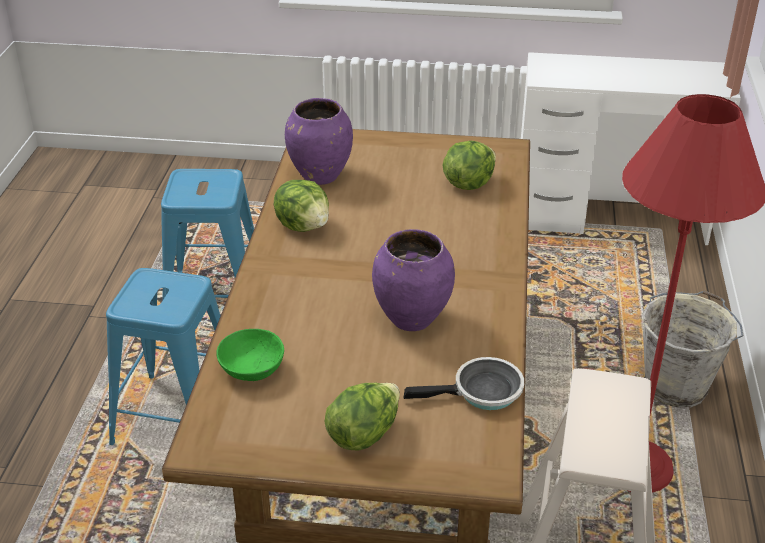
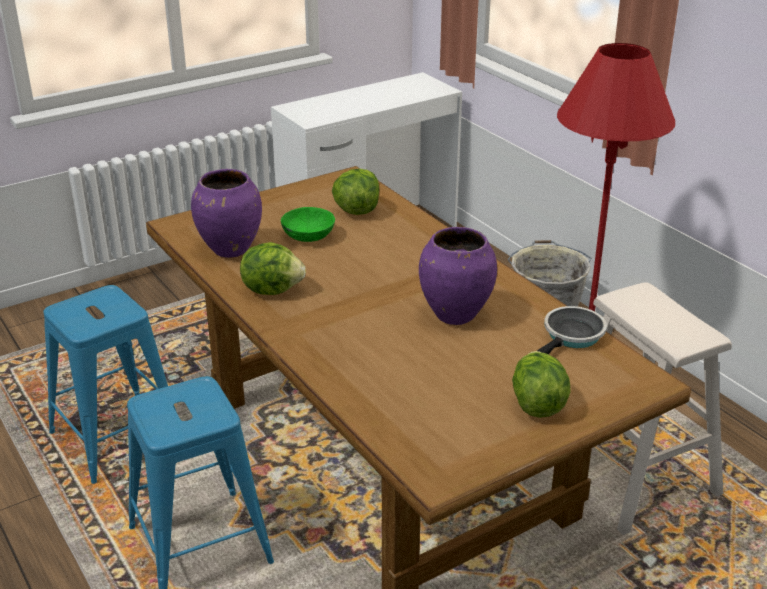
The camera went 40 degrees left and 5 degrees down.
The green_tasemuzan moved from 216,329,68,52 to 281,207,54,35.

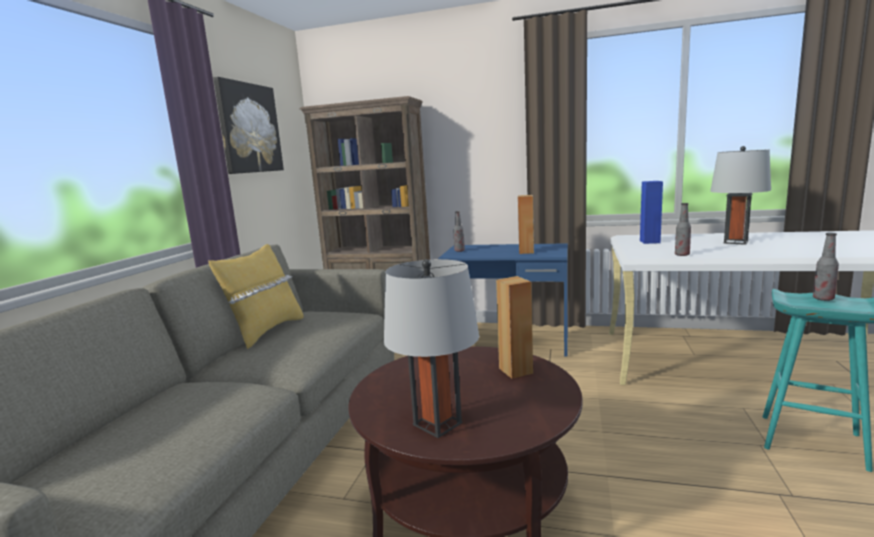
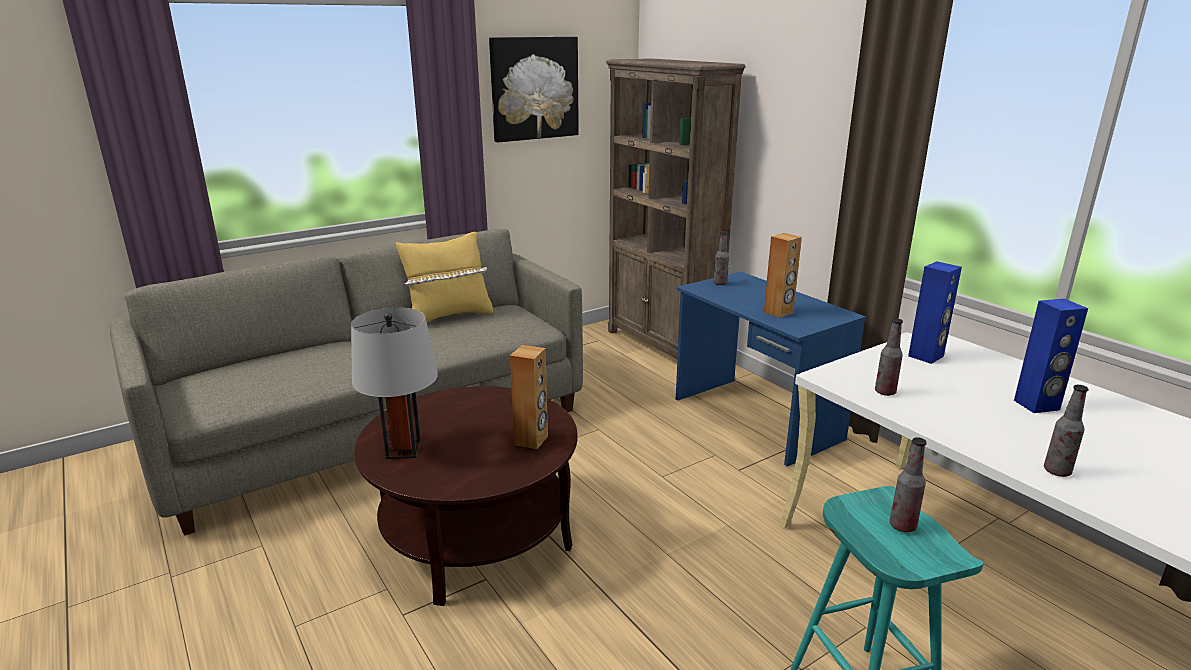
The camera went 40 degrees right and 10 degrees up.
The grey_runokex at 710,146,61,99 was replaced by the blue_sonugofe at 1014,299,74,114.
The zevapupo at 1044,385,45,92 appeared.

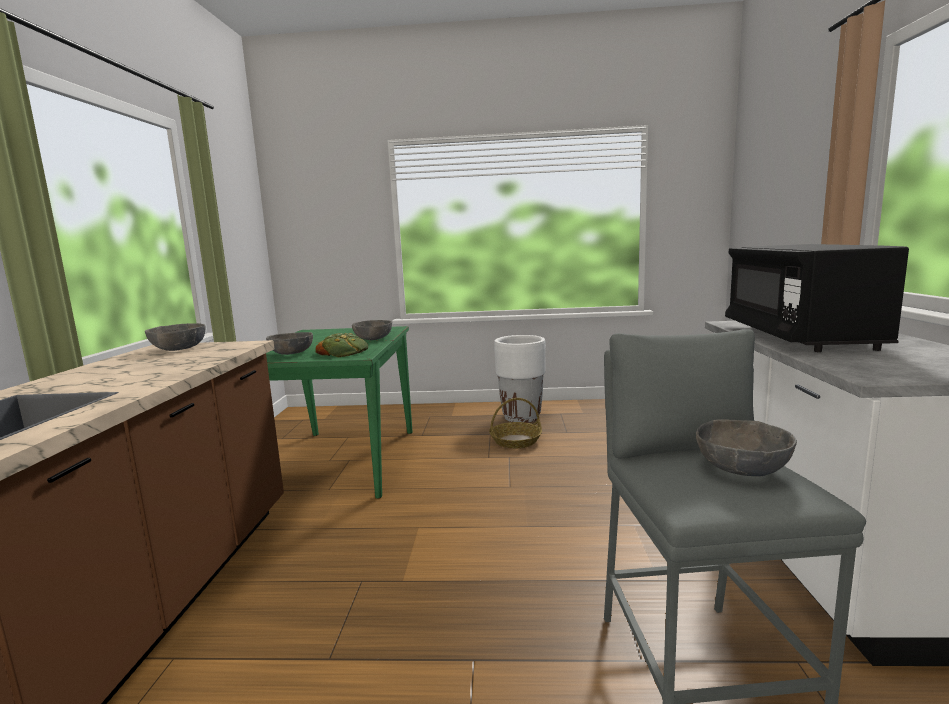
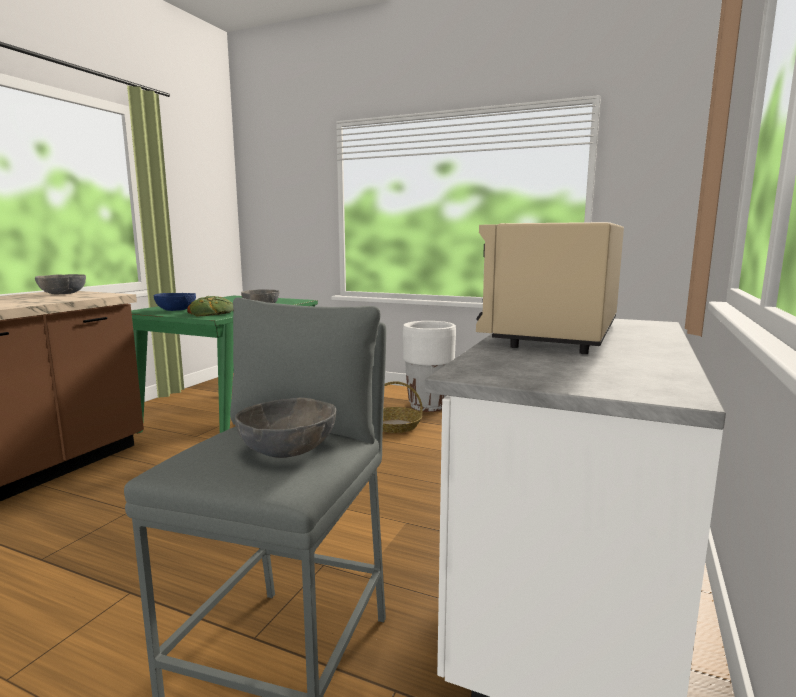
The camera went 20 degrees right and 0 degrees up.
The grey_tasemuzan at 266,332,47,23 became the blue_tasemuzan at 154,293,42,18.
The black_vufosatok at 725,244,184,108 became the beige_vufosatok at 476,222,148,132.

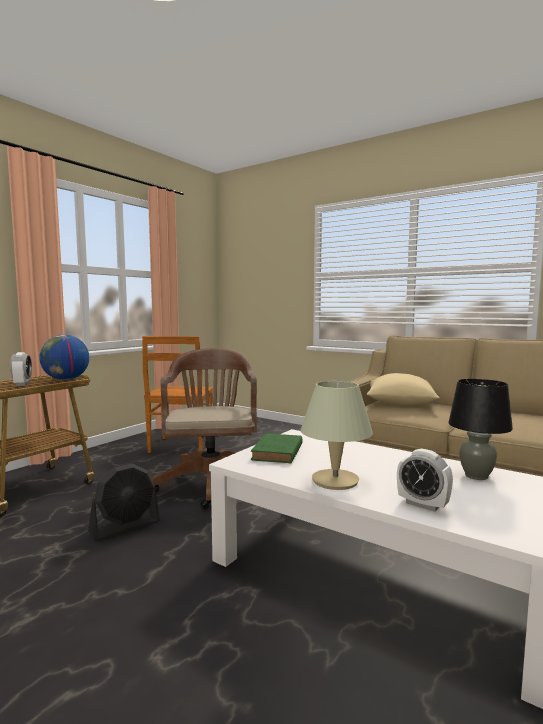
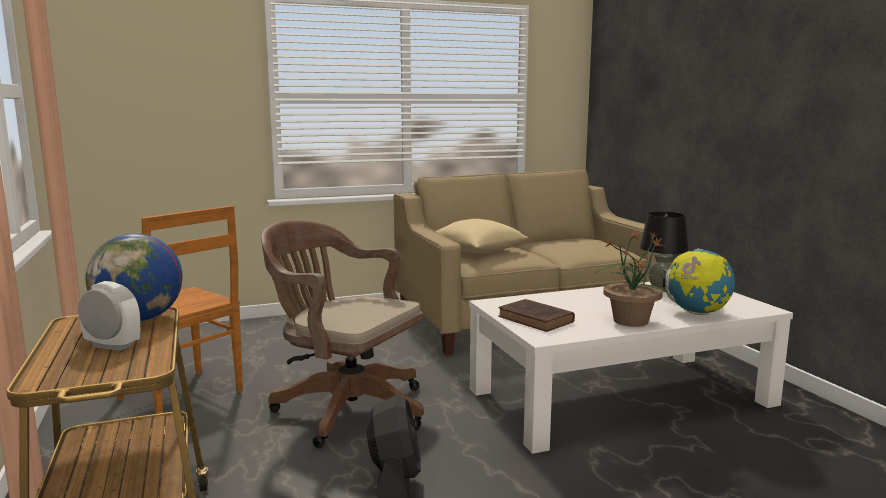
The camera went 55 degrees left and 5 degrees up.
The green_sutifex at 251,433,52,30 became the brown_sutifex at 498,299,77,33.
The beige_runokex at 301,381,72,109 was replaced by the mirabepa at 597,230,70,97.
The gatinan at 397,449,56,63 was replaced by the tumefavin at 663,249,72,66.

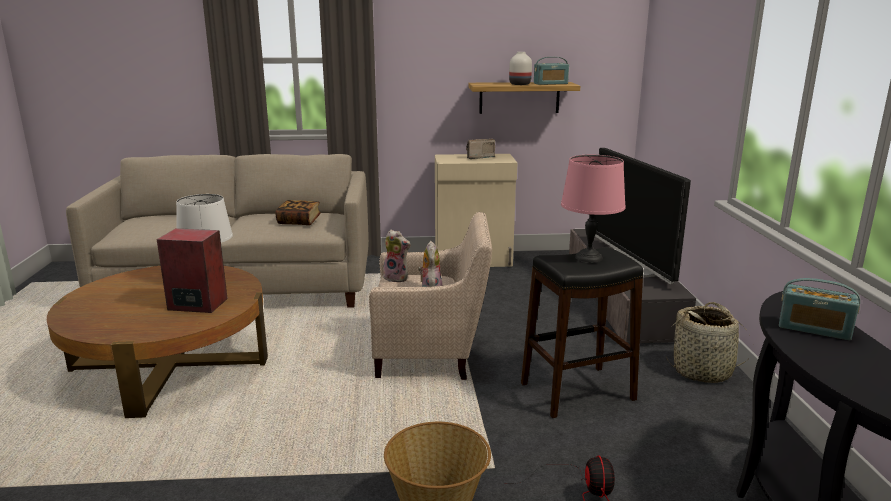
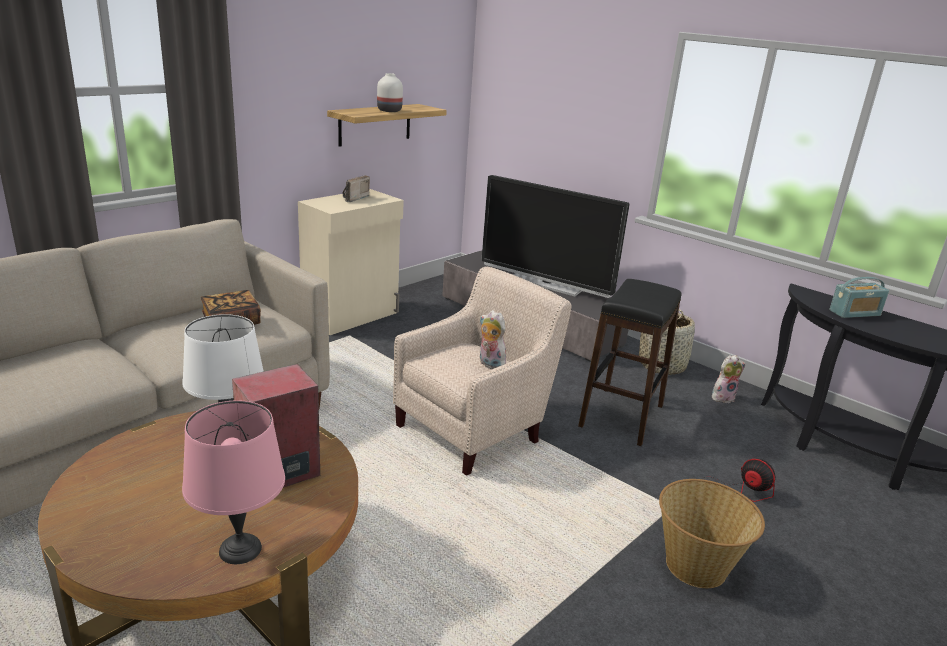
The camera went 45 degrees left and 5 degrees up.
The pink_runokex moved from 561,155,65,108 to 182,400,103,164.
The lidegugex moved from 383,230,28,53 to 712,355,34,48.
The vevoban at 534,57,35,28 disappeared.

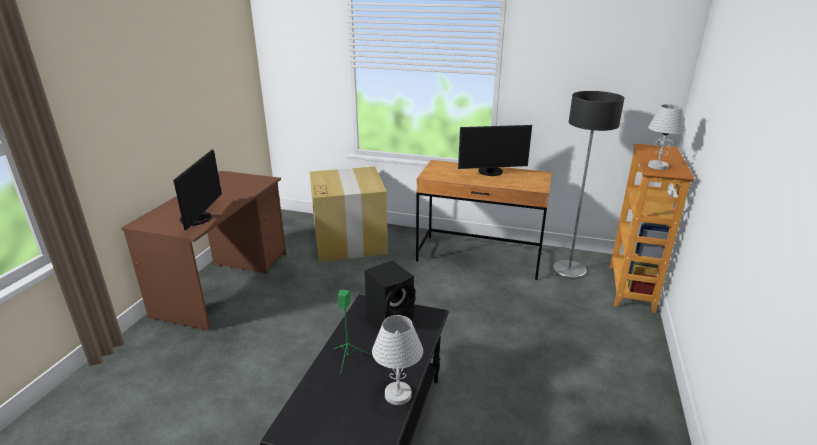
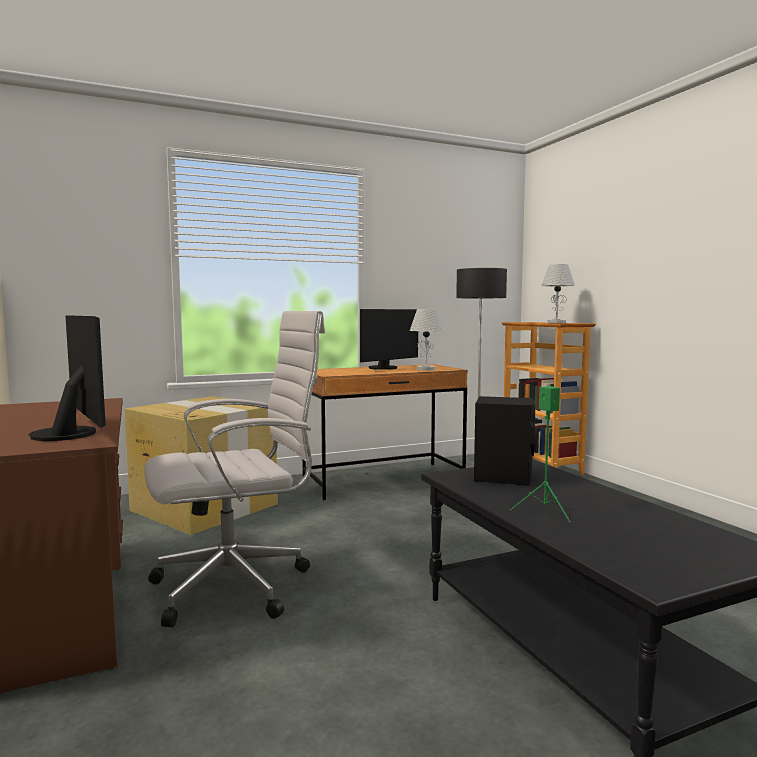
The camera went 40 degrees left and 20 degrees down.
The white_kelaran at 144,311,181,316 appeared.
The white_runokex moved from 372,315,51,90 to 410,309,33,62.

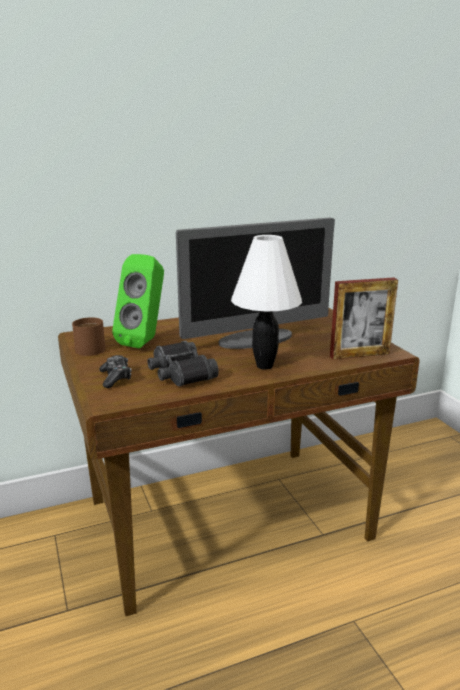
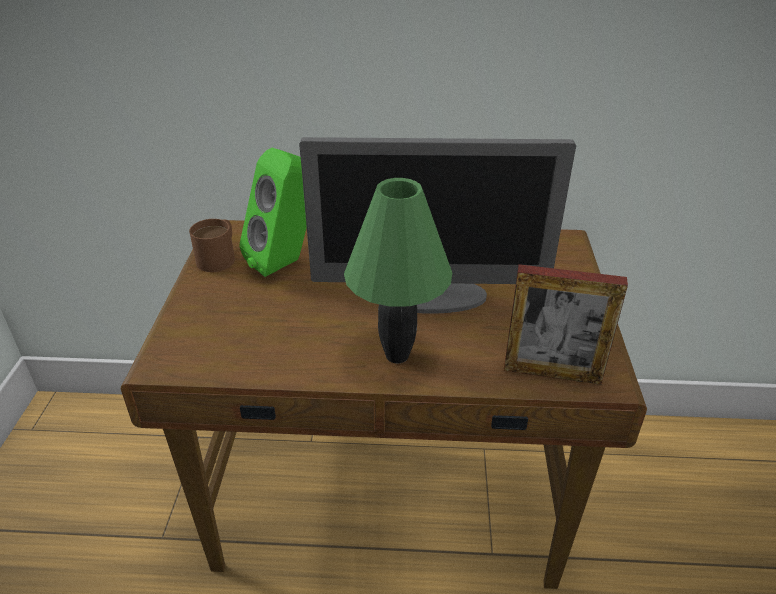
The camera went 25 degrees right and 15 degrees up.
The white_runokex at 231,235,71,135 became the green_runokex at 344,178,108,185.
The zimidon at 99,355,32,33 disappeared.
The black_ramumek at 147,340,72,46 disappeared.

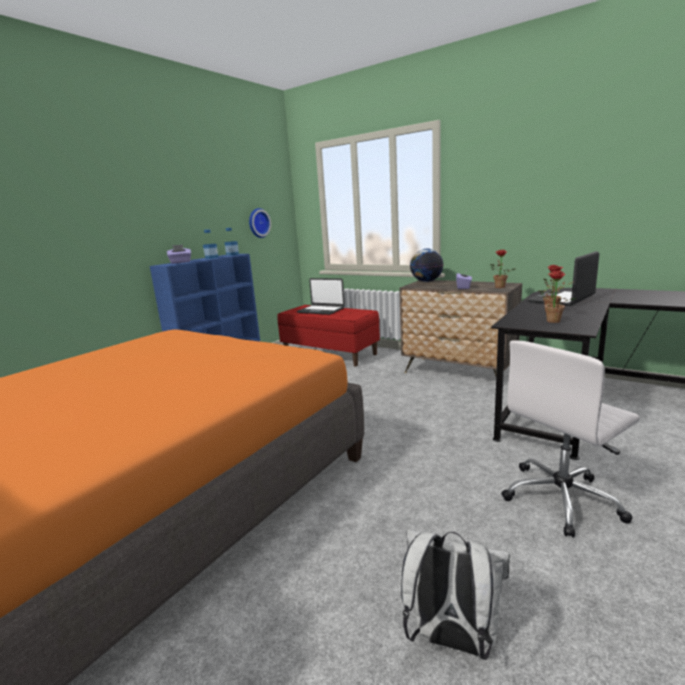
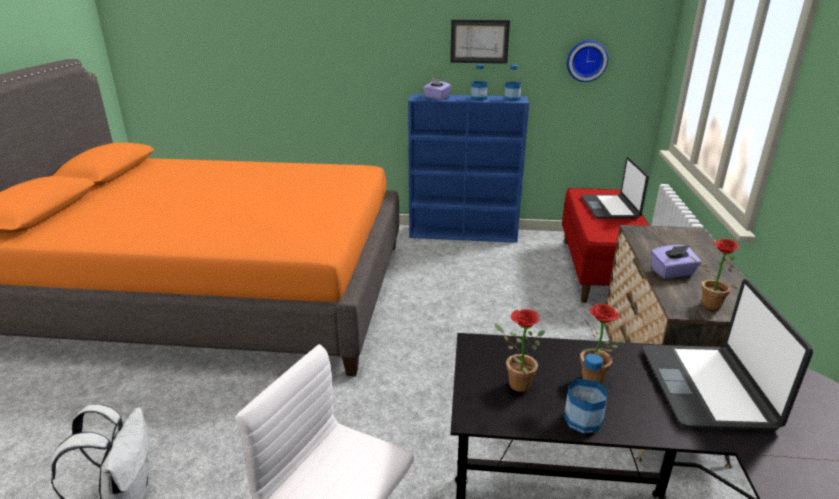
The camera went 60 degrees right and 10 degrees up.
The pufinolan at 450,20,60,44 appeared.
The zevapupo at 564,354,44,80 appeared.
The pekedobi at 527,251,72,55 turned 105 degrees counterclockwise.
The tumefavin at 410,249,34,33 disappeared.

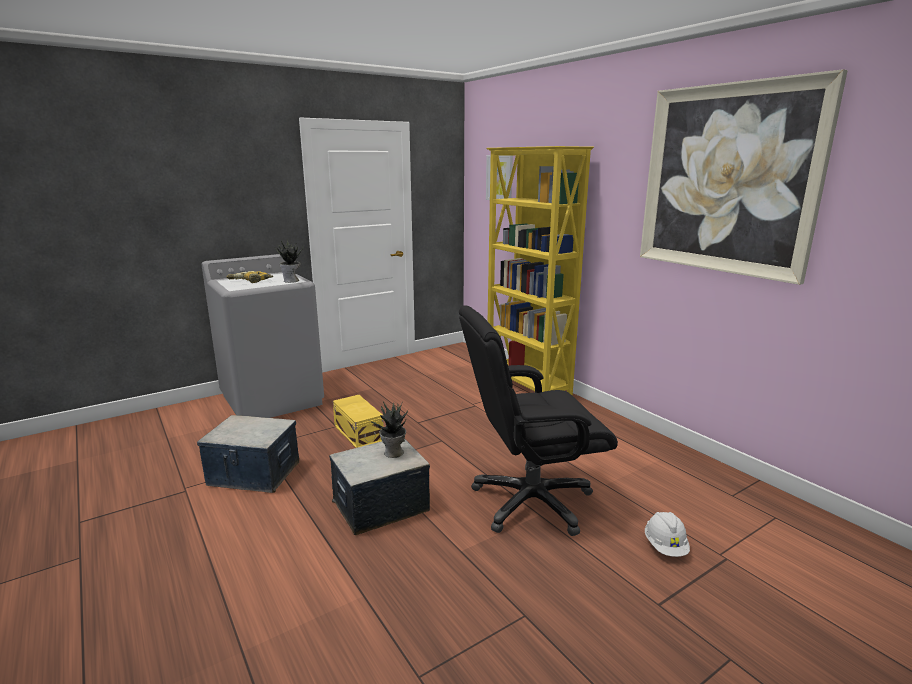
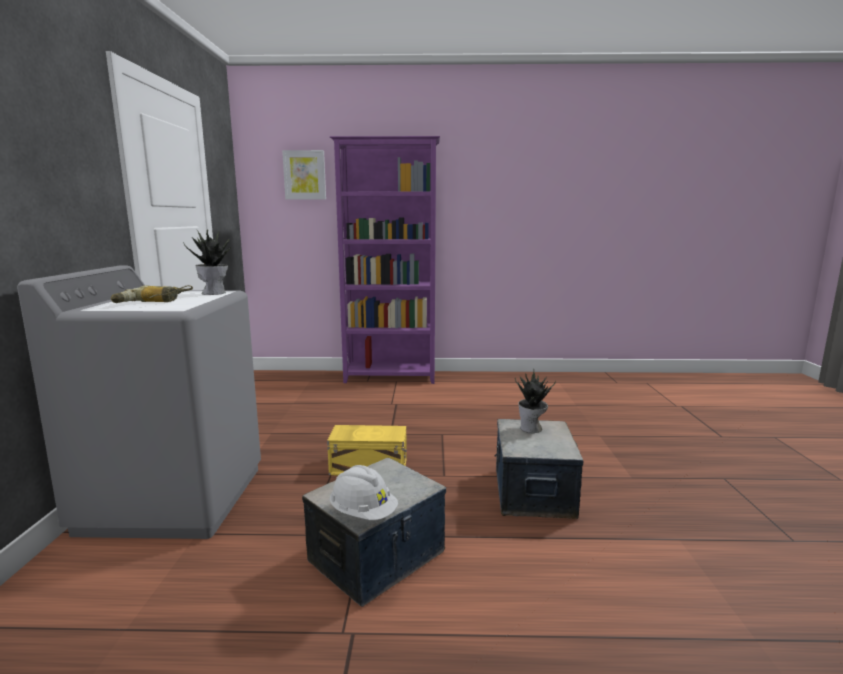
The camera went 55 degrees left and 5 degrees down.
The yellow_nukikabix at 486,146,108,249 became the purple_nukikabix at 330,136,110,248.
The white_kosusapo moved from 645,512,45,45 to 330,465,68,55.
The black_kelaran at 459,305,159,231 disappeared.
The pufinolan at 640,69,208,216 disappeared.

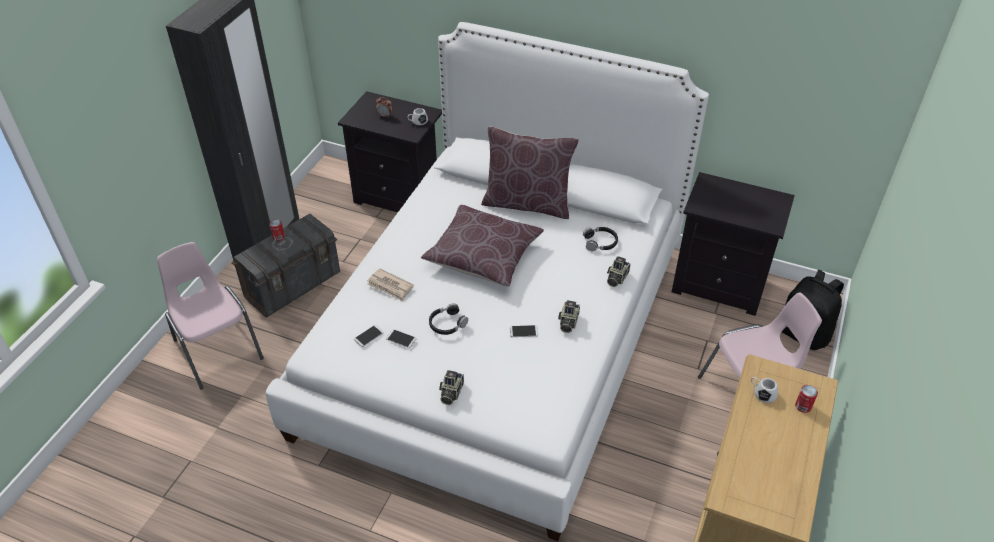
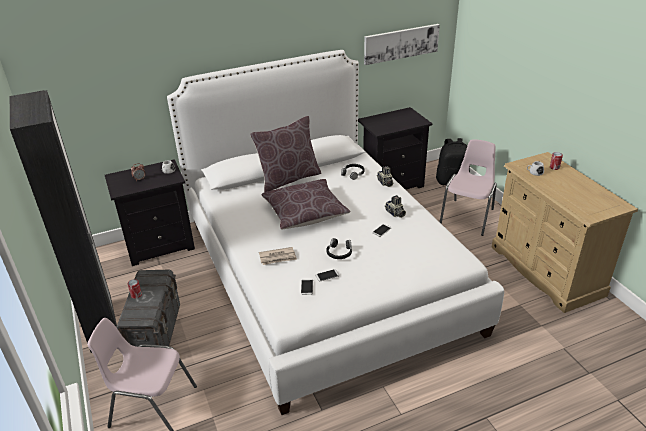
The camera went 45 degrees left and 10 degrees down.
The pufinolan at 364,24,76,41 appeared.
The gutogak at 439,370,25,35 disappeared.

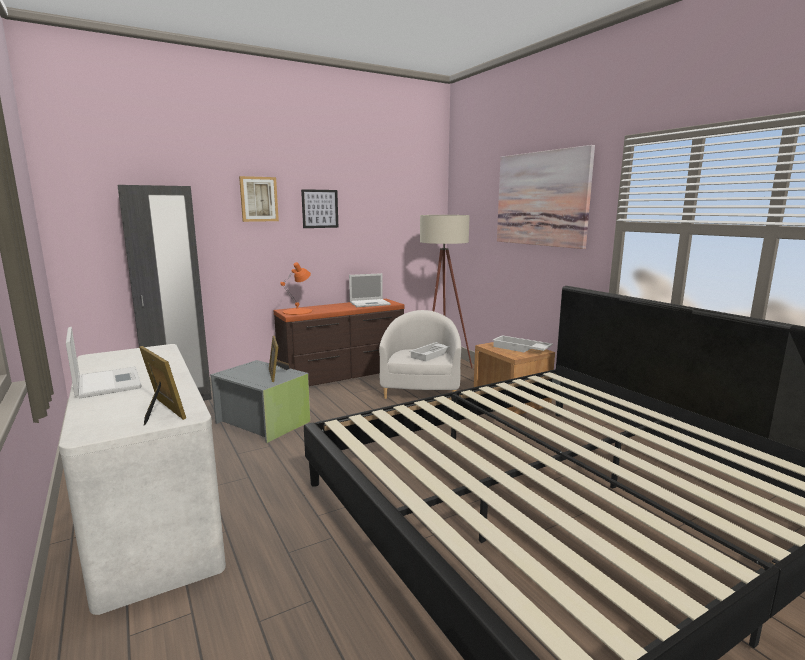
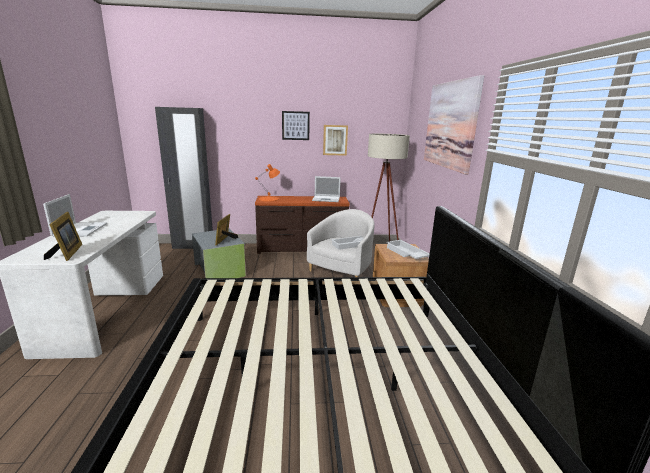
The camera went 25 degrees right and 5 degrees up.
The pufinolan moved from 239,176,40,46 to 323,125,25,31.

